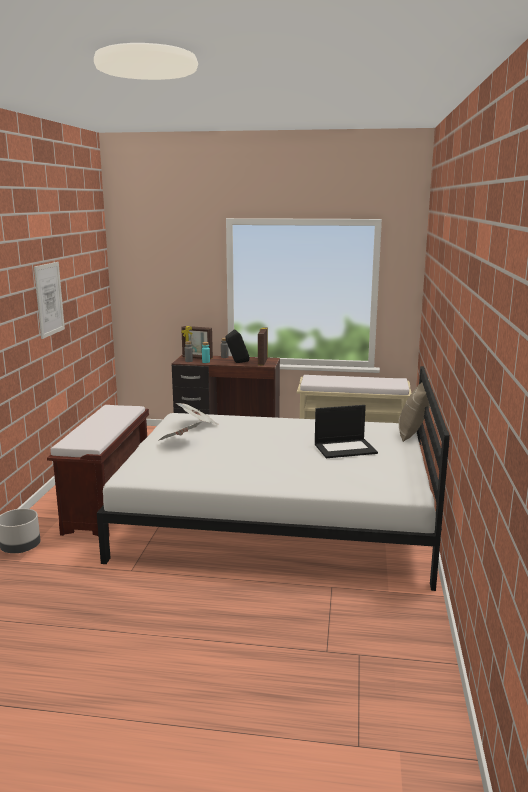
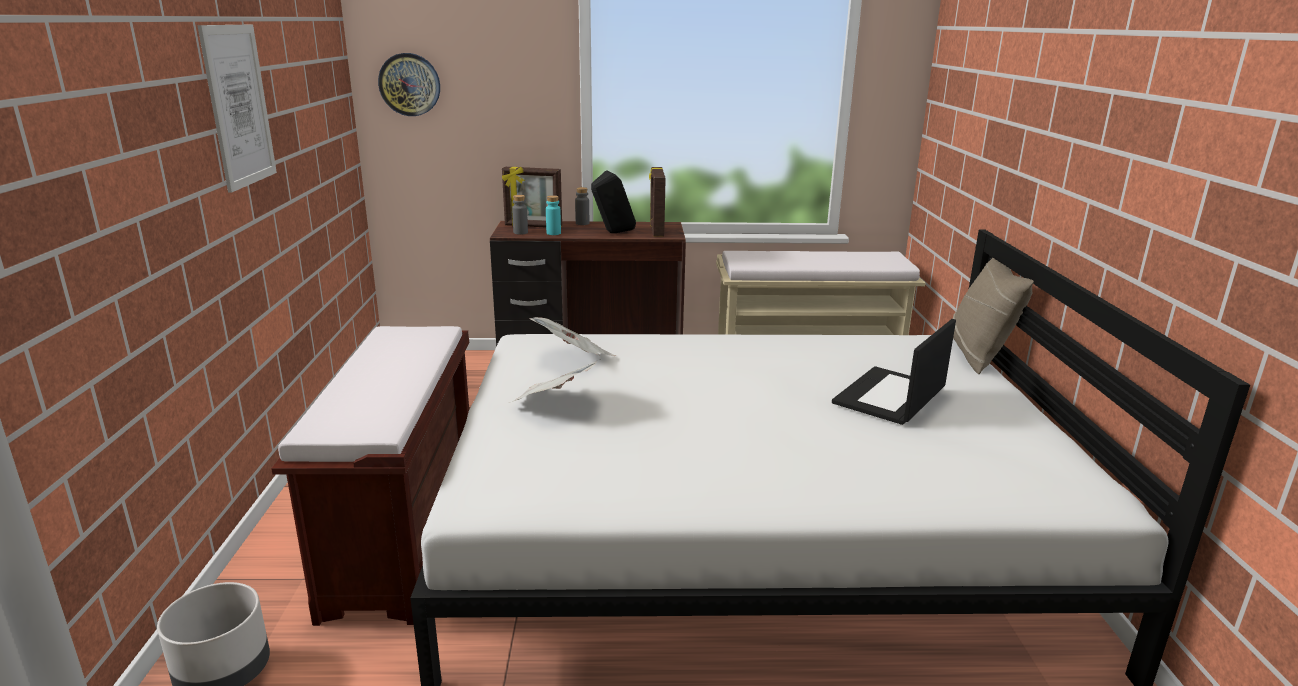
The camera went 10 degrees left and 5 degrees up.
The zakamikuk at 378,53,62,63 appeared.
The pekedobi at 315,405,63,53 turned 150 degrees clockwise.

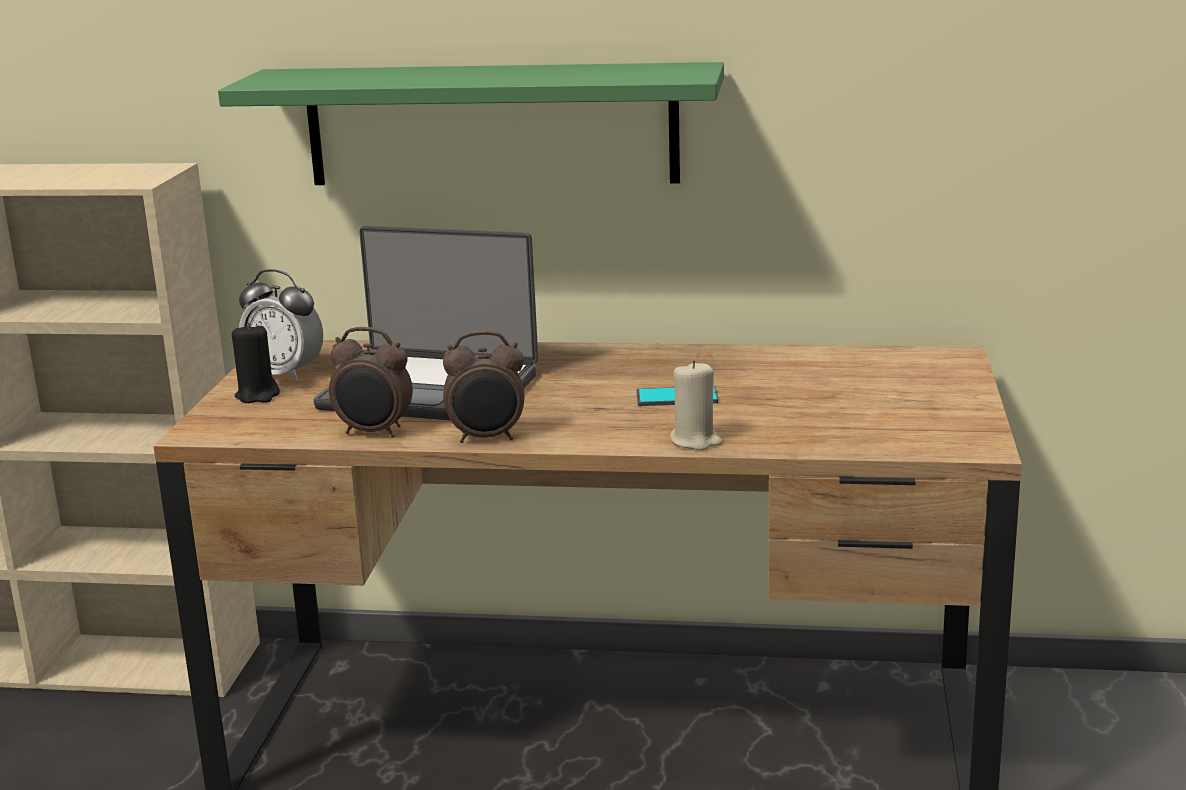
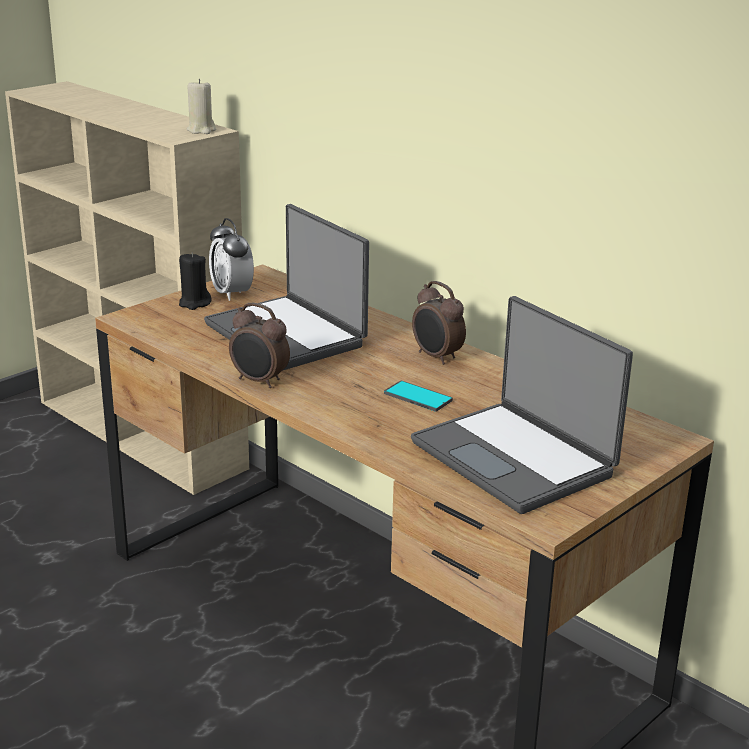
The camera went 35 degrees right and 5 degrees up.
The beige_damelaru moved from 670,361,52,89 to 187,79,29,55.
The pekedobi at 411,296,222,218 appeared.
The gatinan moved from 329,327,84,111 to 412,281,54,84.
The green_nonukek at 218,62,506,123 disappeared.

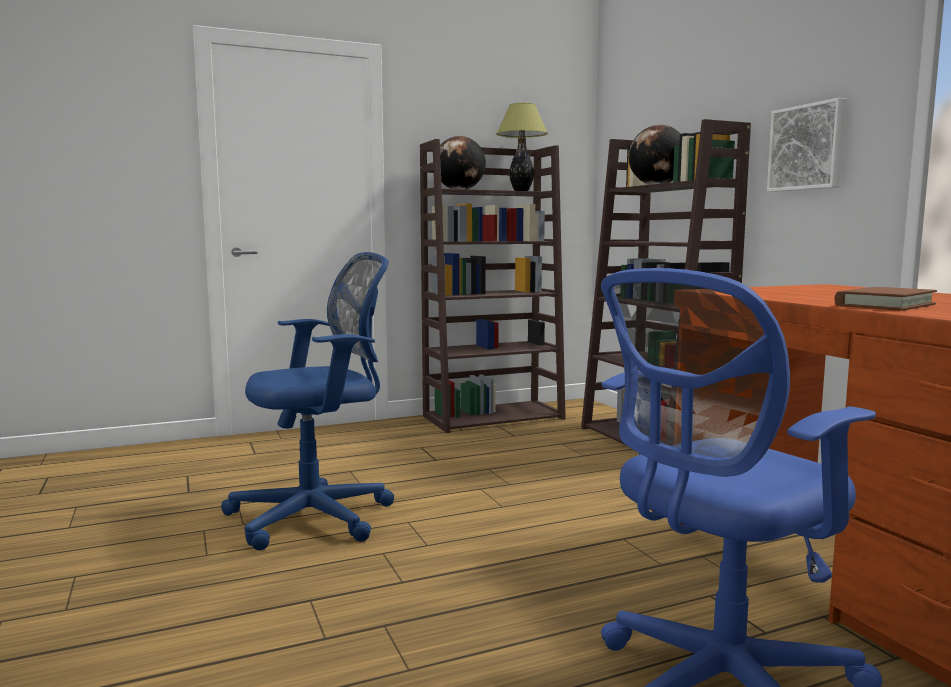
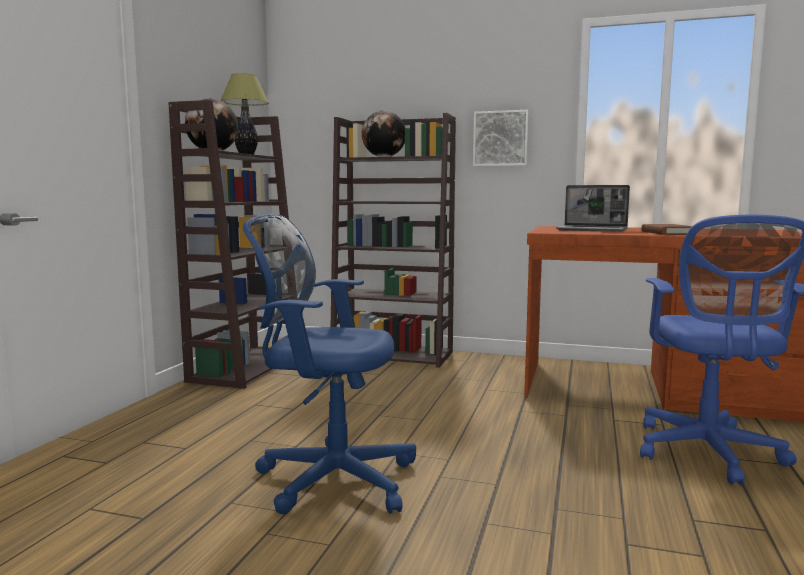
The camera went 50 degrees left and 0 degrees up.
The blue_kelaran at 221,252,173,298 turned 90 degrees counterclockwise.
The pekedobi at 556,185,74,47 appeared.

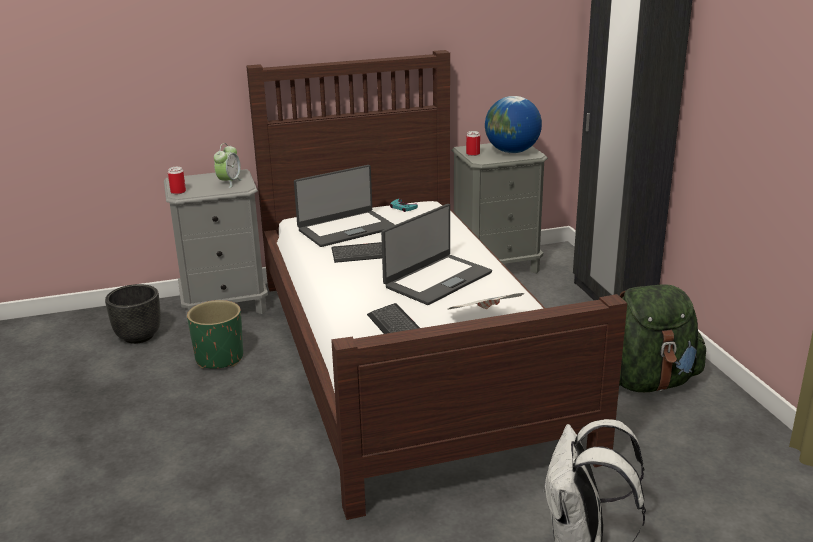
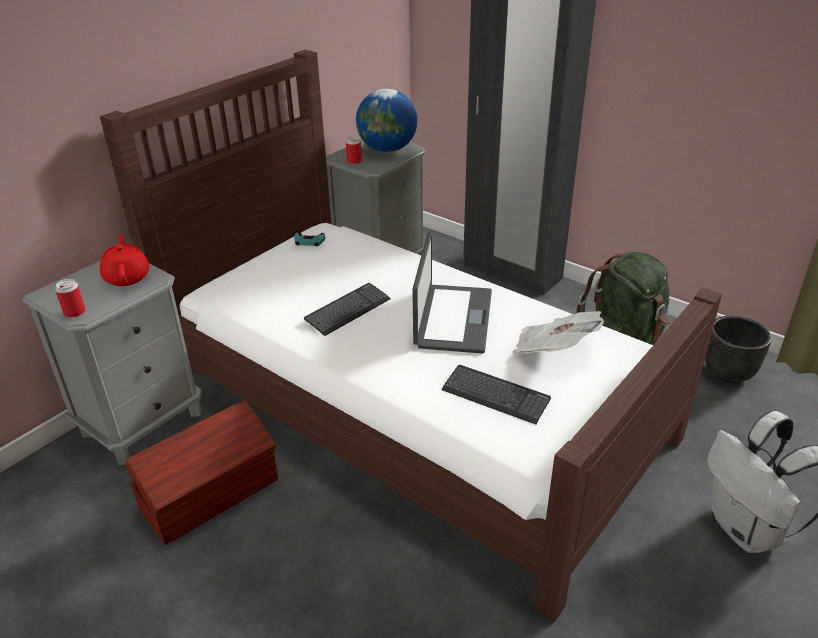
The camera went 35 degrees left and 10 degrees up.
The gatinan at 214,143,29,45 was replaced by the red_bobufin at 100,234,49,52.
The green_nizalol at 187,300,56,69 was replaced by the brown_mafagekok at 126,400,152,145.
The black_nizalol moved from 105,284,56,60 to 705,316,67,67.
The pekedobi at 294,165,101,82 disappeared.

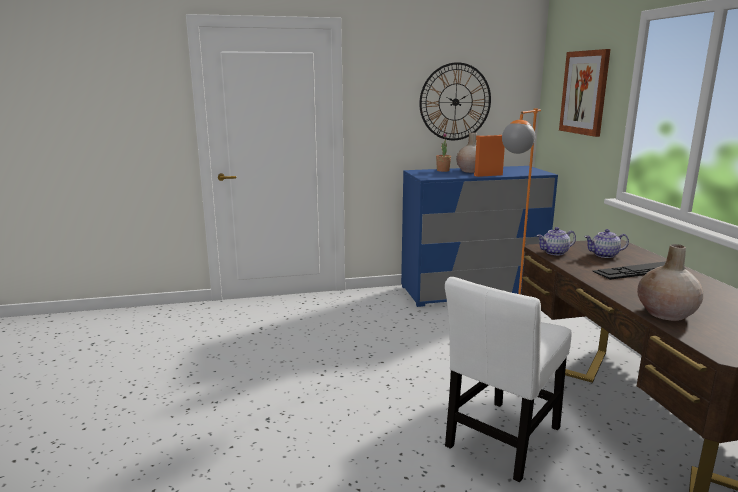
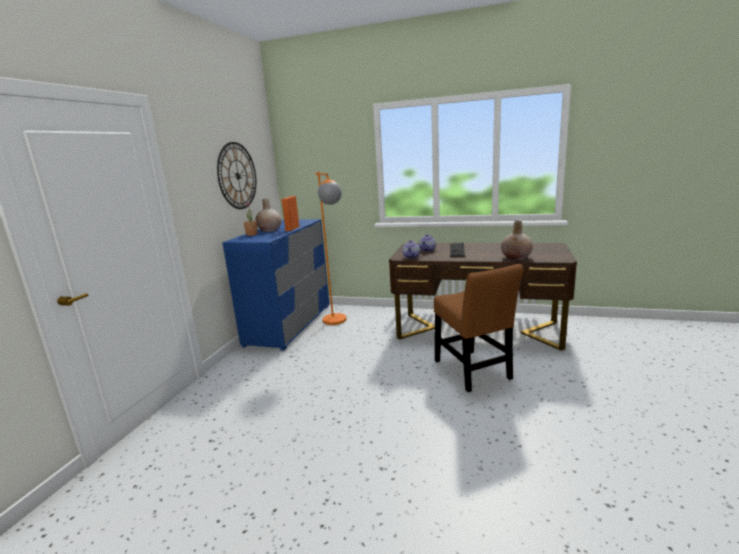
The camera went 60 degrees left and 0 degrees up.
The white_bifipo at 445,277,127,205 became the brown_bifipo at 434,264,90,128.
The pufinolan at 559,49,52,88 disappeared.

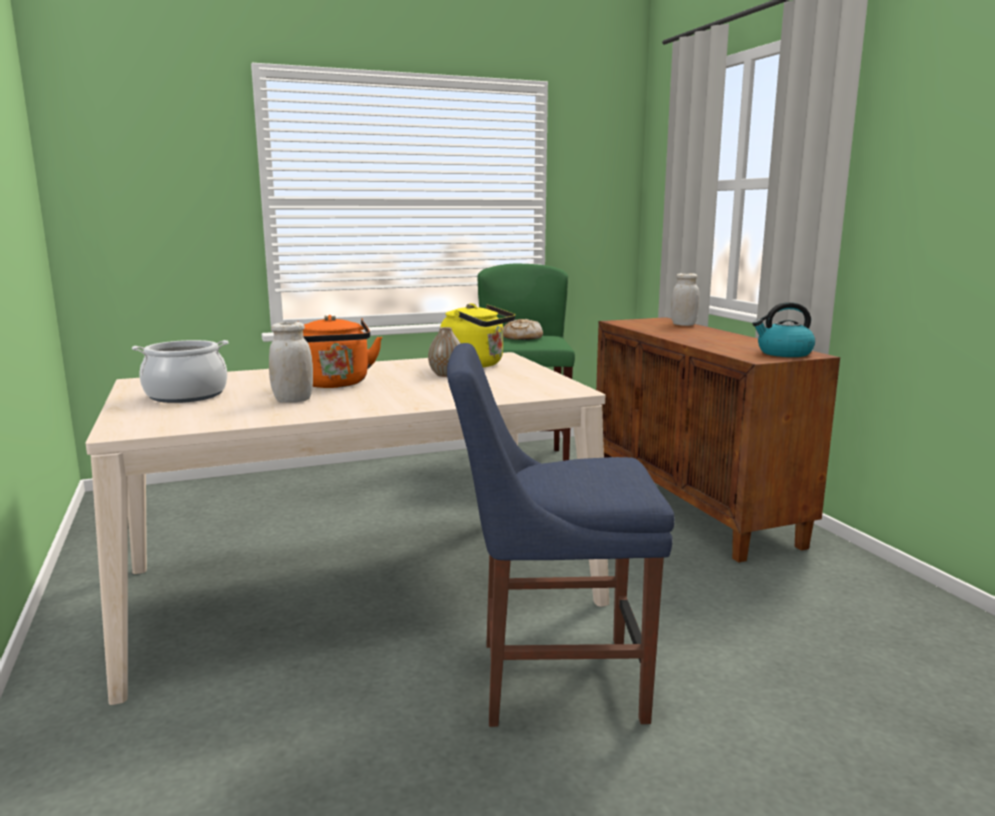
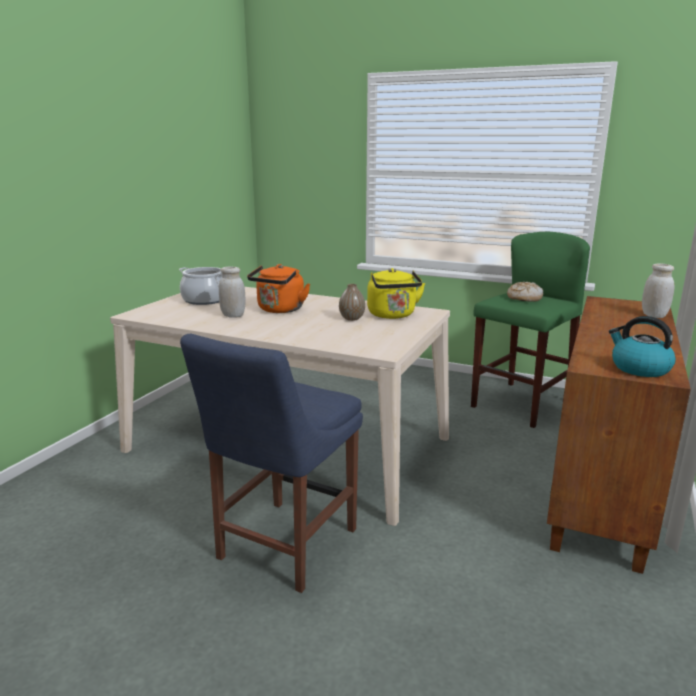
The camera went 45 degrees right and 5 degrees up.
The blue_bifipo at 447,343,228,384 turned 105 degrees counterclockwise.

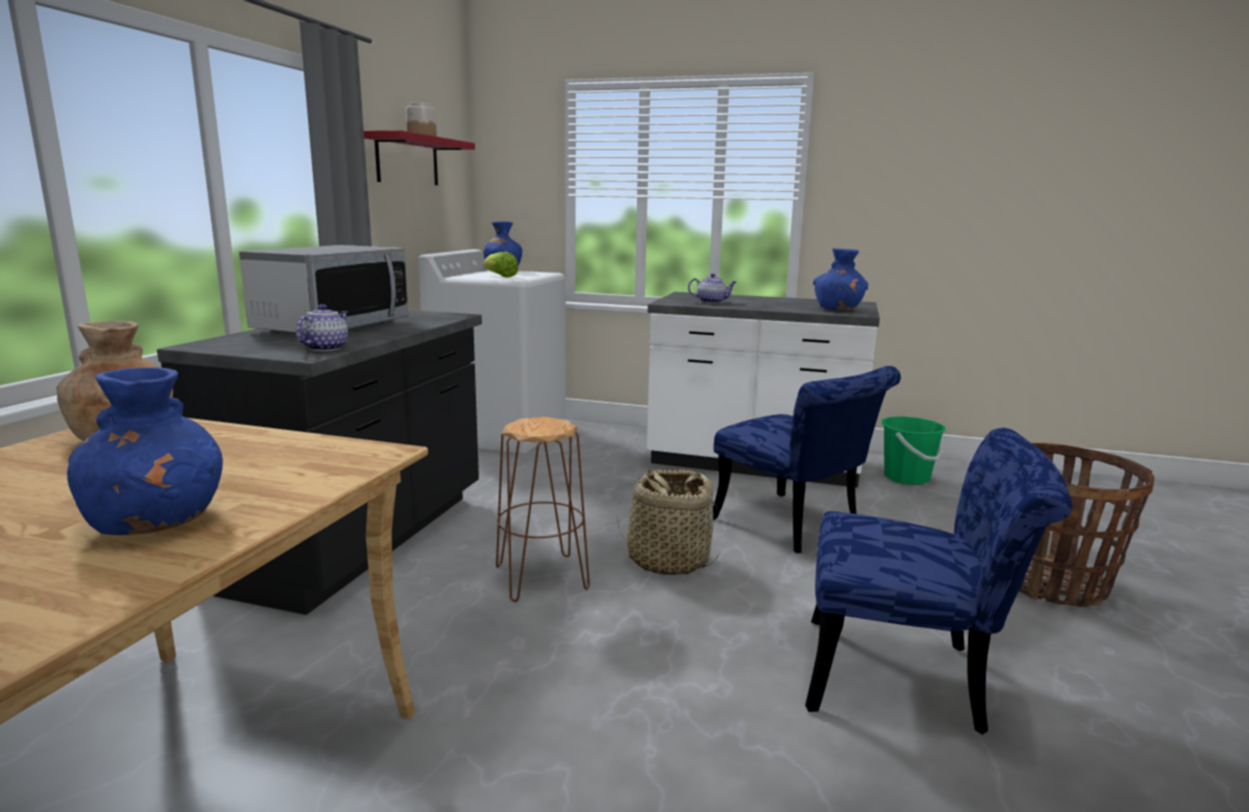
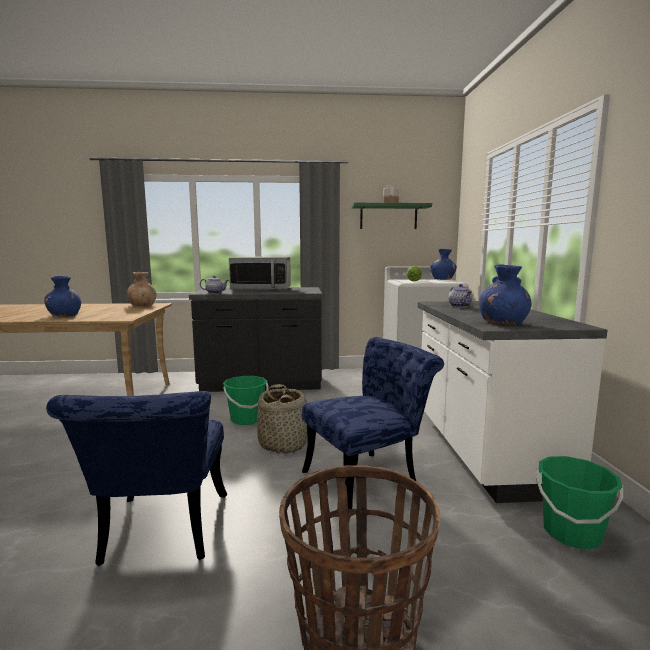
The camera went 70 degrees right and 5 degrees down.
The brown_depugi at 496,417,94,185 was replaced by the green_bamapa at 223,376,45,49.
The blue_bifipo at 713,366,188,187 turned 150 degrees counterclockwise.
The red_nonukek at 364,130,111,55 became the green_nonukek at 352,203,80,26.

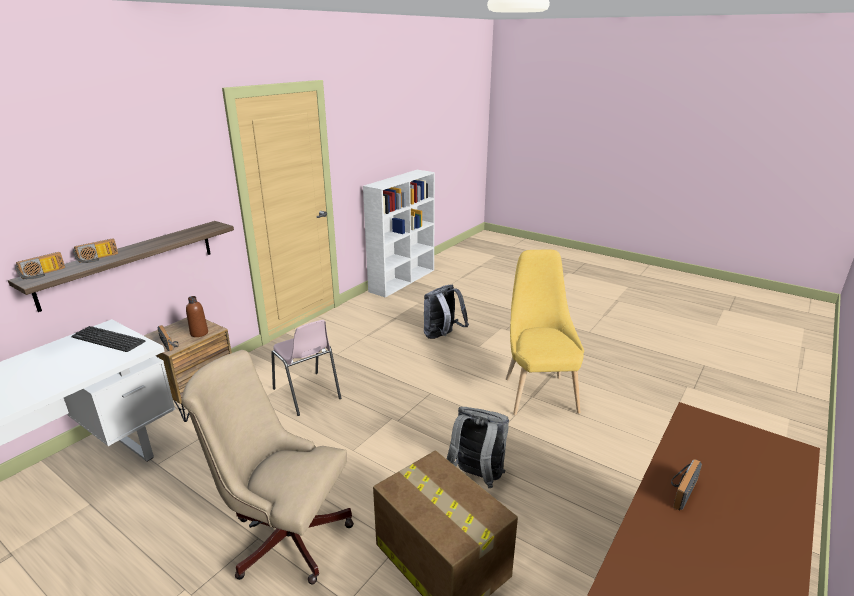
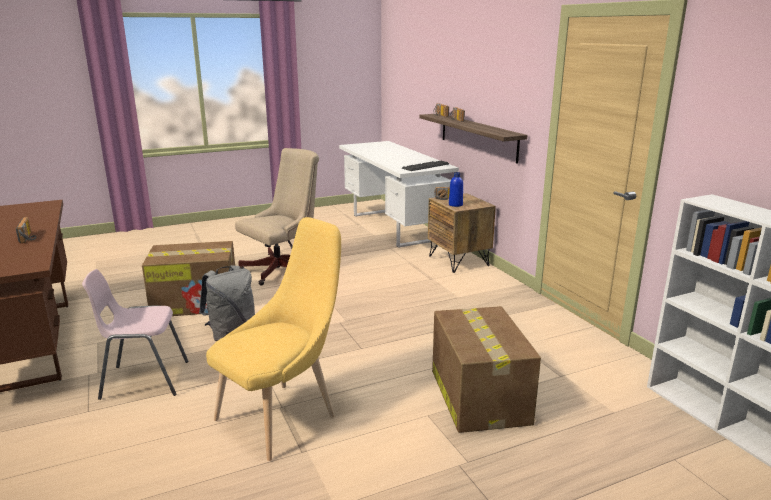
The camera went 120 degrees right and 5 degrees down.
The pink_bifipo moved from 271,320,70,96 to 82,269,107,131.
The yellow_bifipo at 506,250,78,165 turned 75 degrees counterclockwise.
The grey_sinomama at 424,285,45,54 was replaced by the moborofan at 432,306,109,127.
The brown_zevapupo at 186,296,22,41 became the blue_zevapupo at 449,172,14,35.

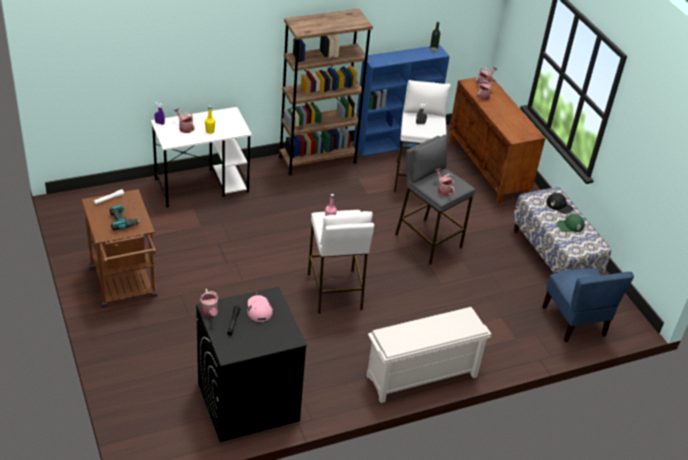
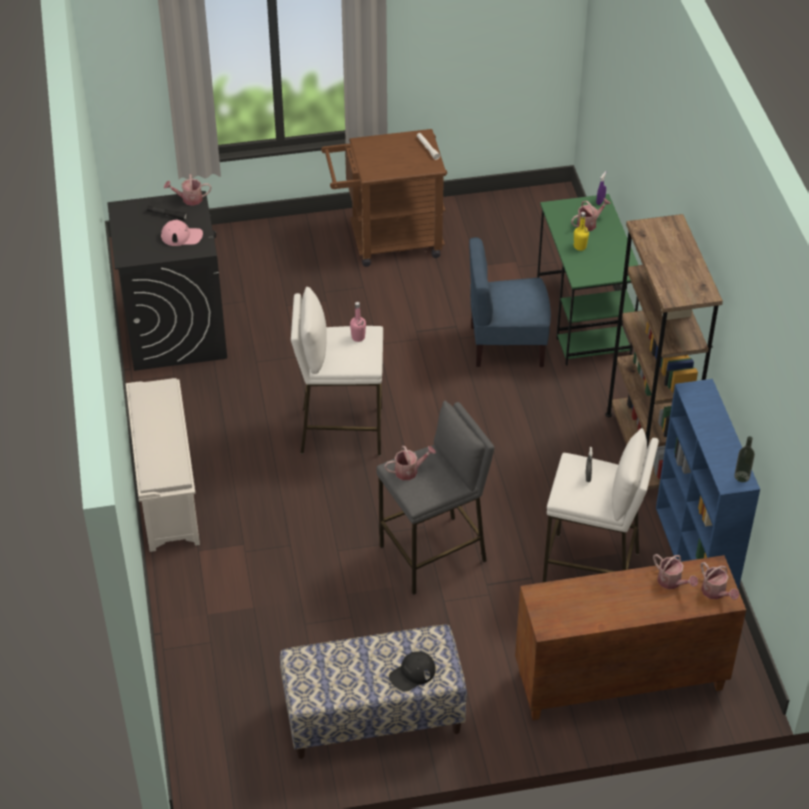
The camera went 105 degrees right and 5 degrees up.
The blue_bifipo moved from 542,268,92,74 to 469,237,82,130.
The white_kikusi at 150,107,102,101 became the green_kikusi at 537,194,102,172.
The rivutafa at 110,205,31,26 disappeared.
The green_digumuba at 556,214,29,18 disappeared.

